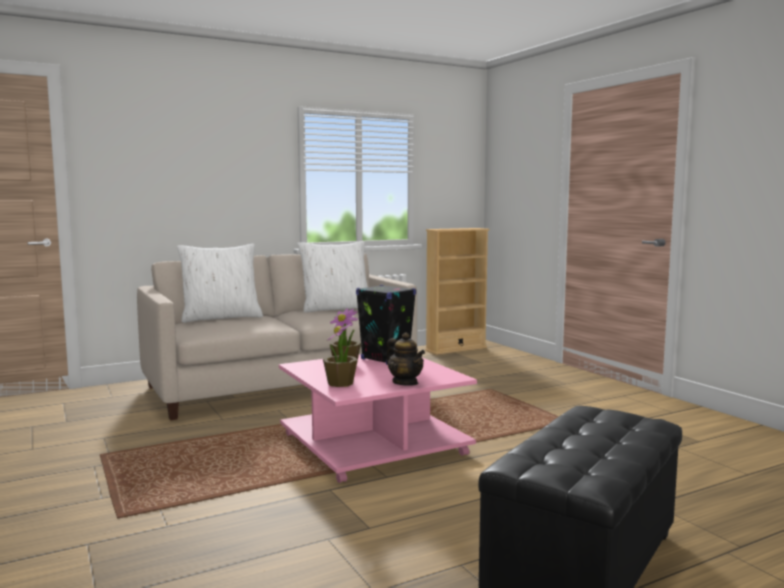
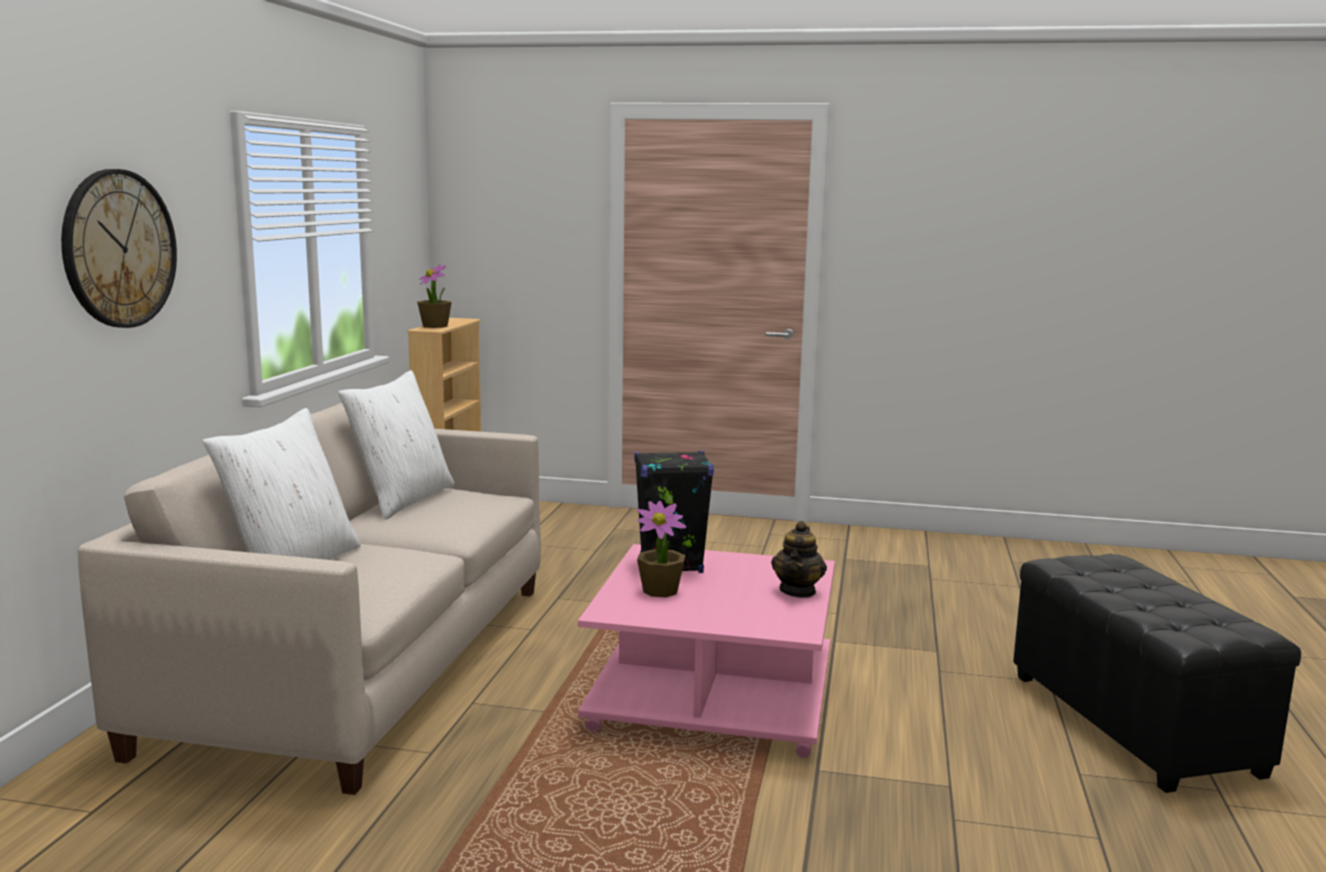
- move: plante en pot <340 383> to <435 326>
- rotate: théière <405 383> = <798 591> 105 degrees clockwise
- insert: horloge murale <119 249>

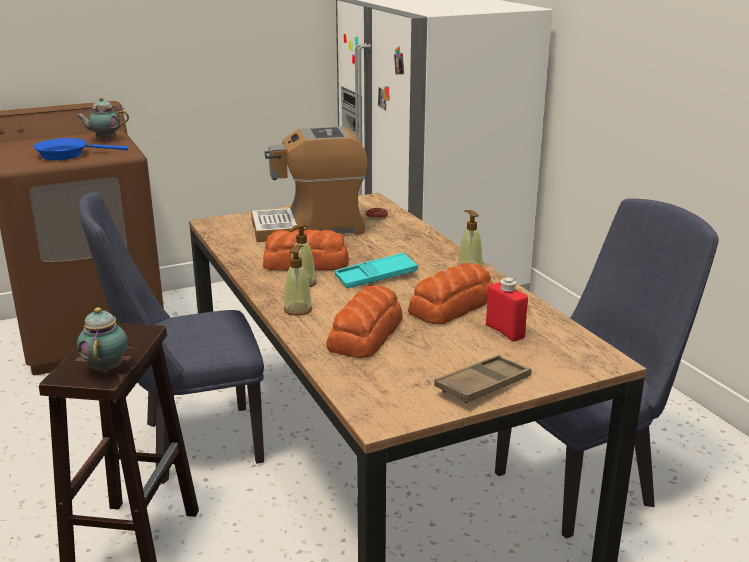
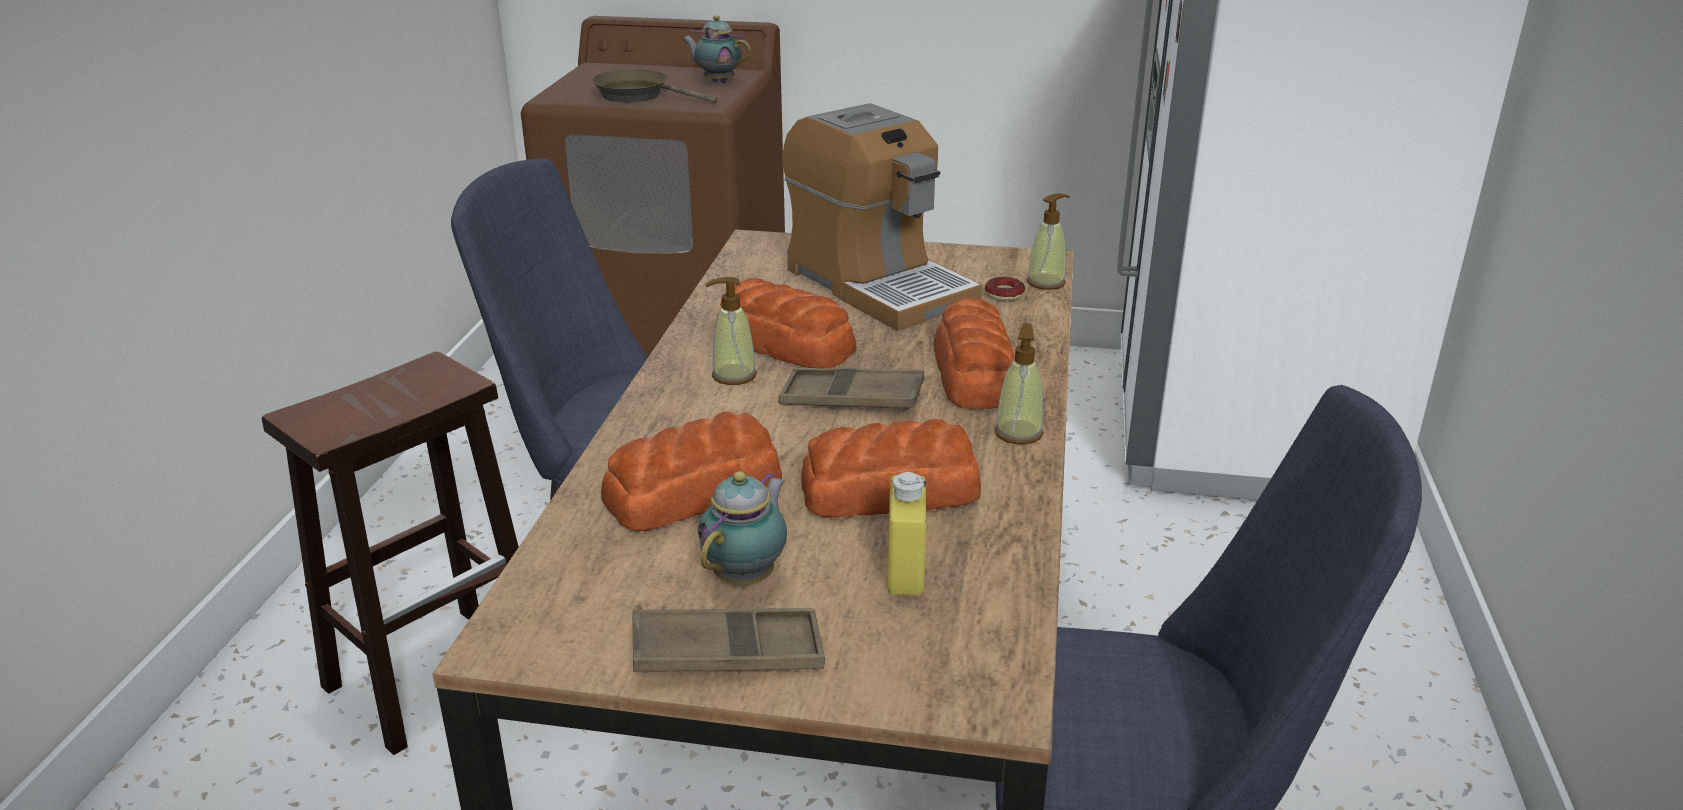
- rotate: machine à café <310 227> = <878 285> 150 degrees counterclockwise
- recolor: poêle (bleu) <67 154> to poêle (marron) <638 95>
- move: distributeur de savon <298 309> to <1046 282>
- recolor: plateau (turquoise) <376 276> to plateau (marron) <852 398>
- recolor: bouteille (rouge) <505 331> to bouteille (jaune) <905 570>
- move: théière <107 368> to <747 576>
- insert: pain <974 374>

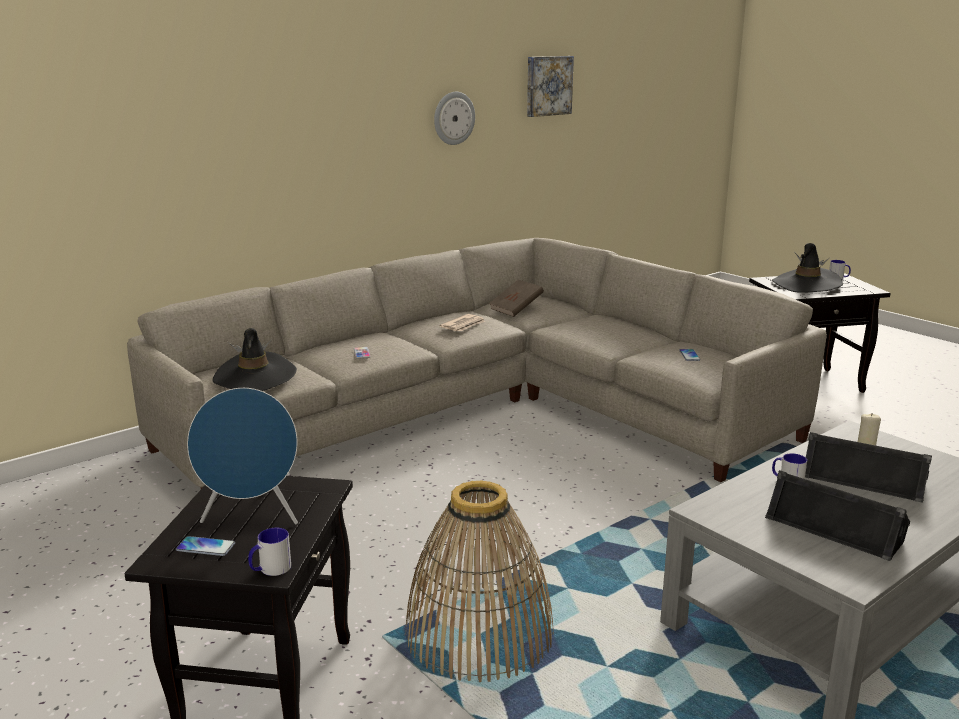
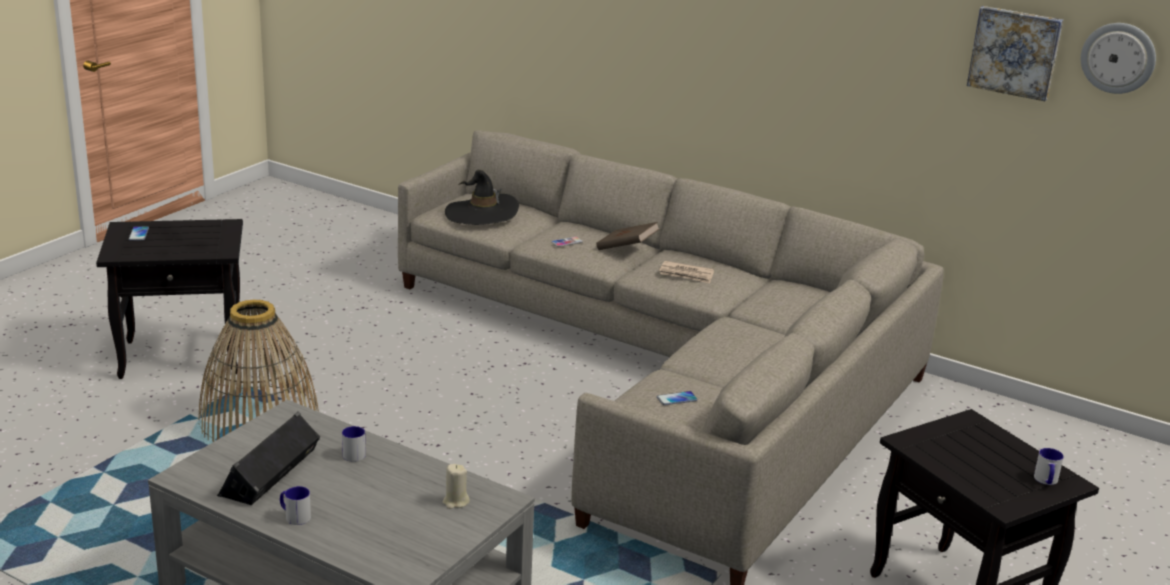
- move: horloge murale <453 118> to <1118 58>
- delete: chapeau (noir) <806 285>
- move: livre (marron) <516 309> to <626 249>
- delete: enceinte (bleu) <252 518>
- delete: enceinte (noir) <863 478>
- move: mug <270 569> to <294 516>

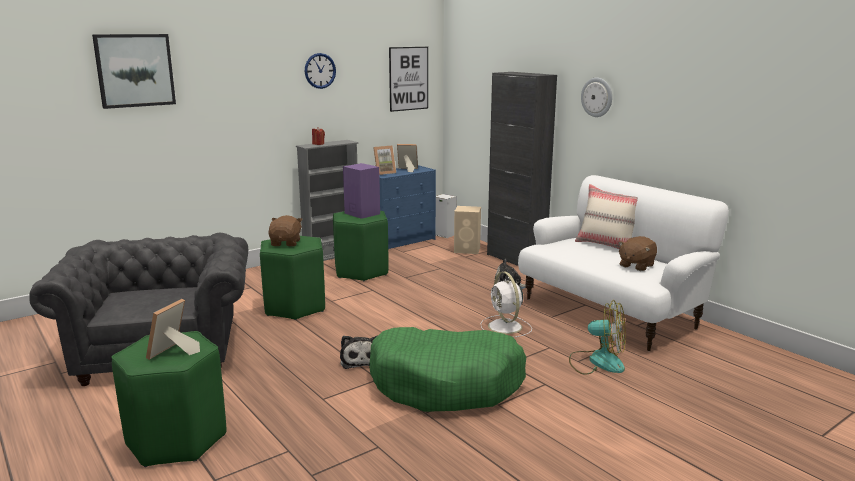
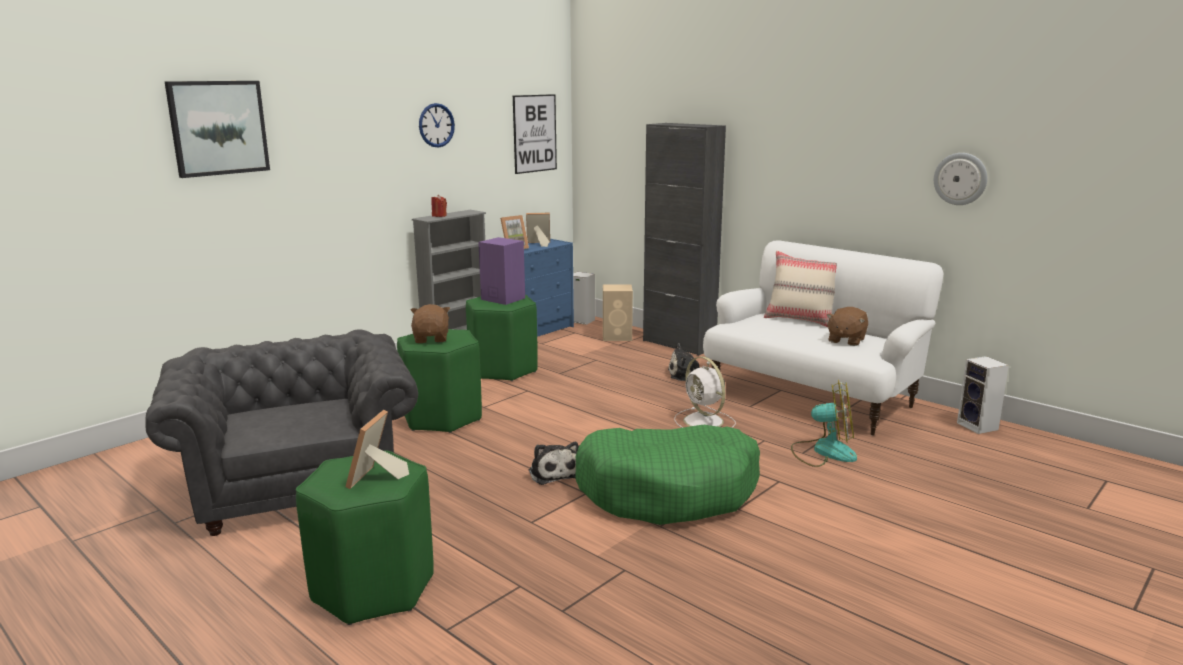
- move: horloge murale <597 97> to <960 179>
- insert: enceinte <979 427>

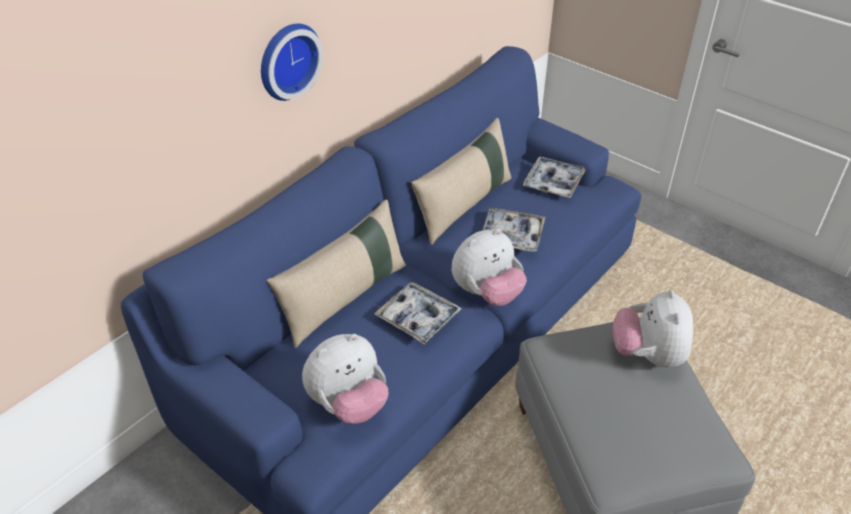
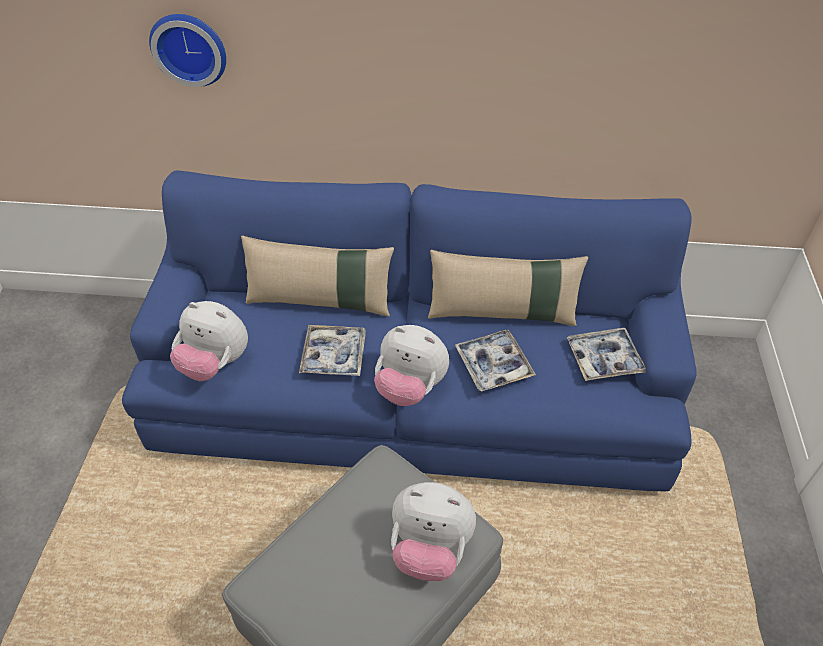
- move: horloge murale <286 60> to <190 47>
- rotate: peluche <647 355> = <430 549> 135 degrees counterclockwise

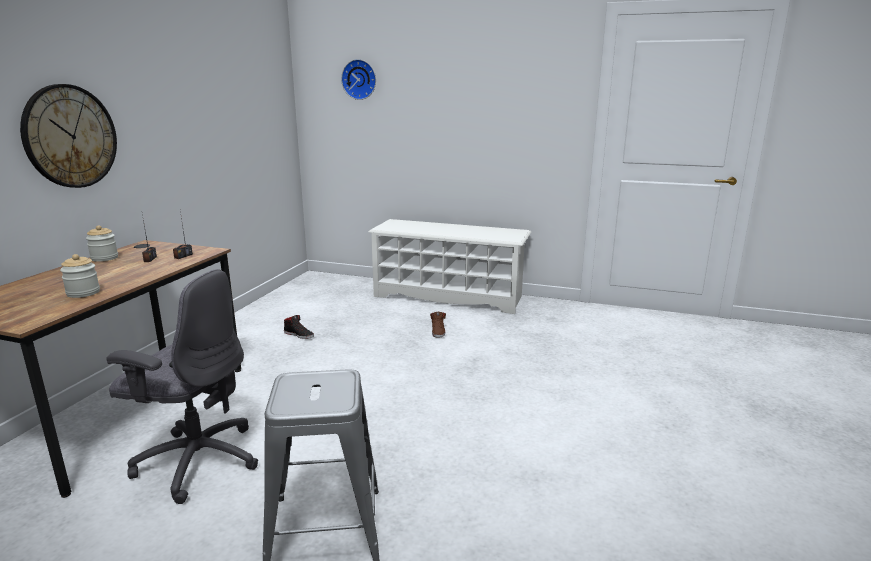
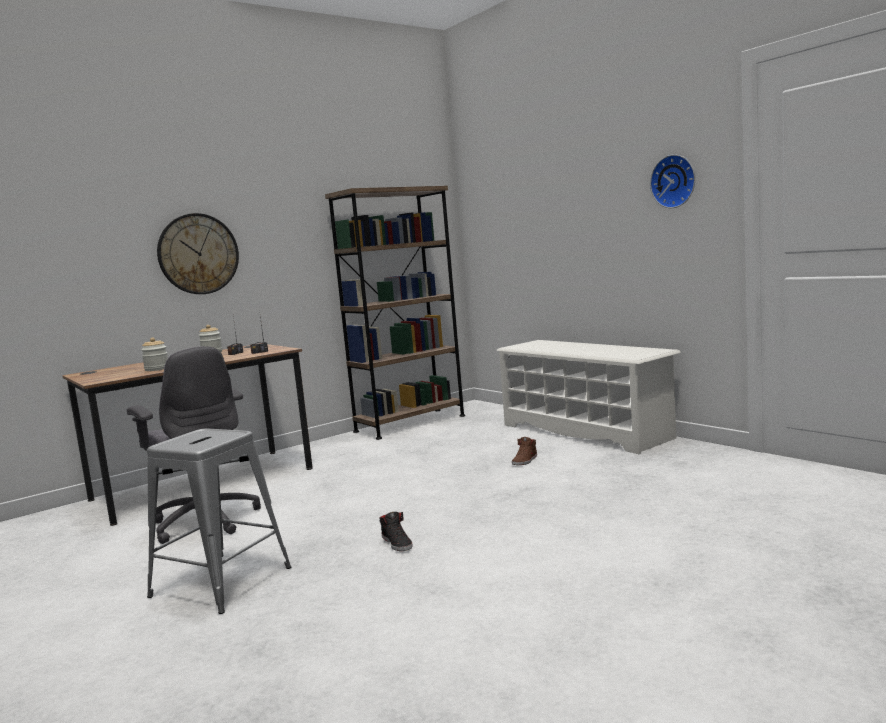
- move: horloge murale <360 79> to <674 181>
- move: chaussure (noir) <299 334> to <397 543>
- insert: bibliothèque (marron) <410 423>

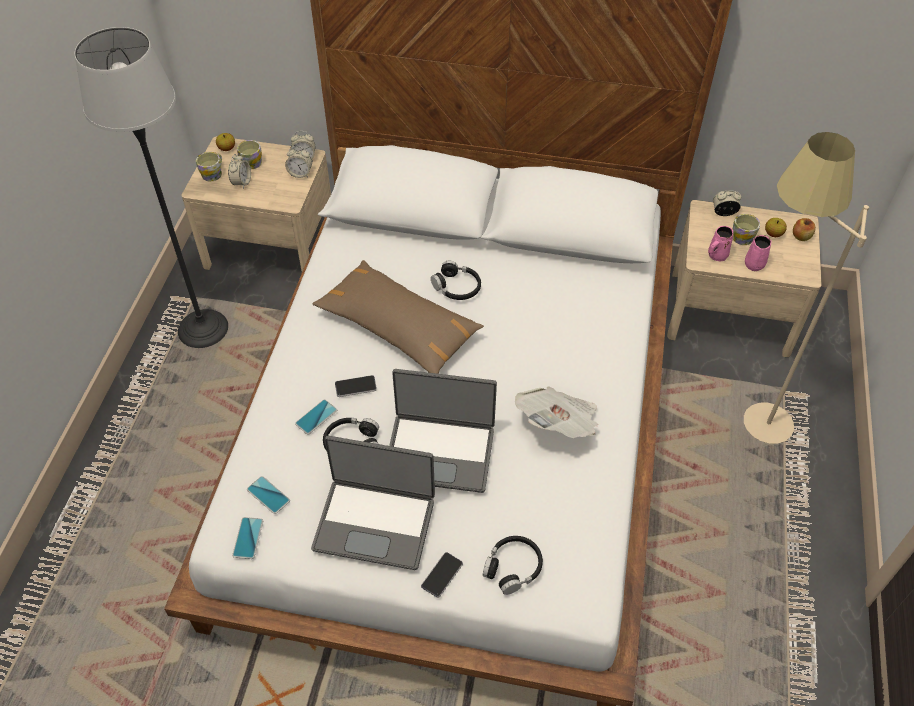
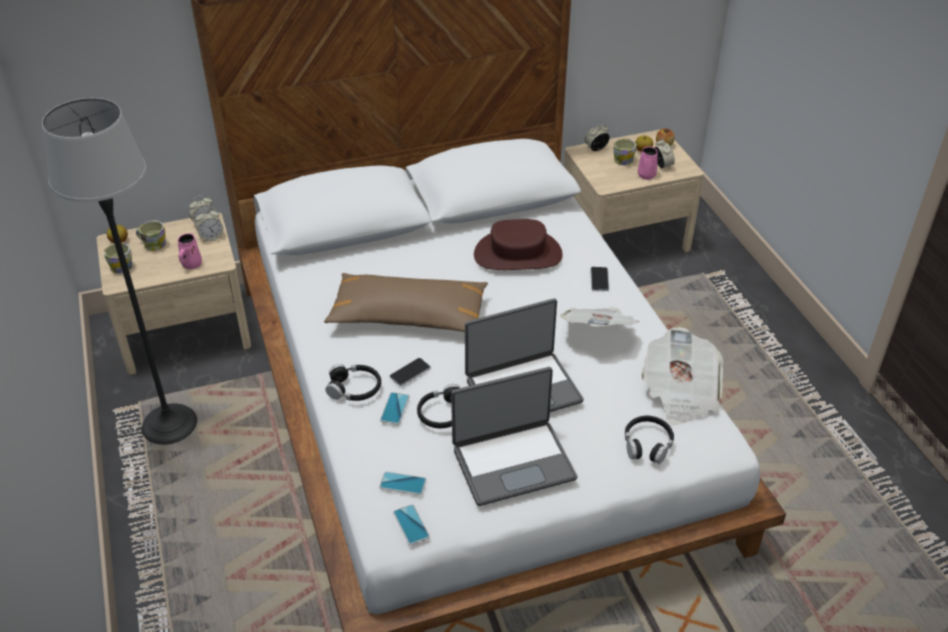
- delete: lampadaire (beige) <745 423>
- move: réveil <242 182> to <662 166>
- move: mug (rose) <716 255> to <191 264>
- move: casque audio (noir) <457 287> to <354 389>
- move: téléphone <442 575> to <599 279>
- insert: chapeau (marron) <517 255>
- insert: journal <680 393>

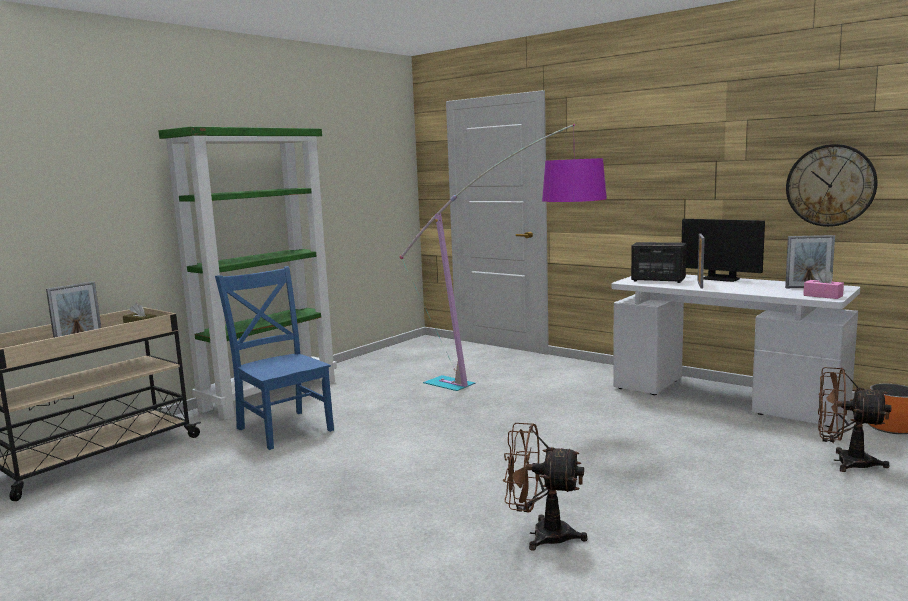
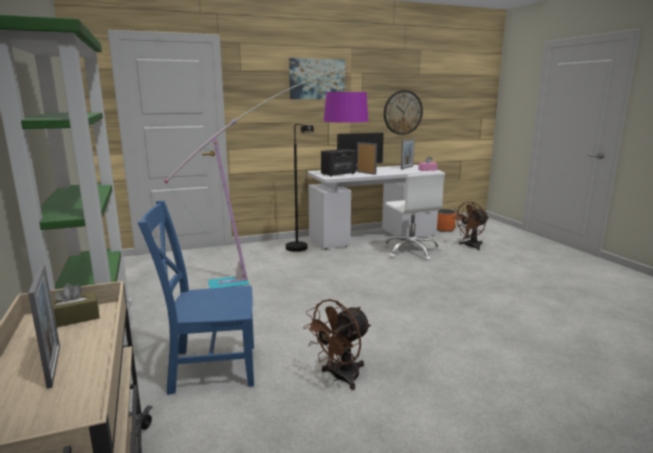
- move: ventilateur (marron) <541 535> to <340 378>
- insert: tableau <317 79>
- insert: lampadaire (noir) <299 250>
- insert: chaise de bureau (blanc) <411 251>

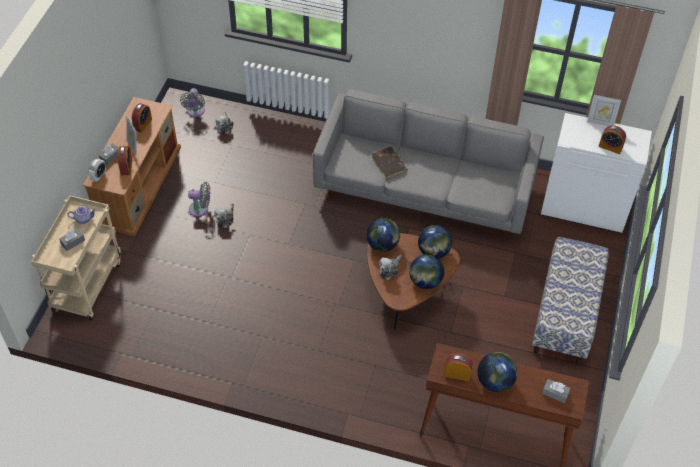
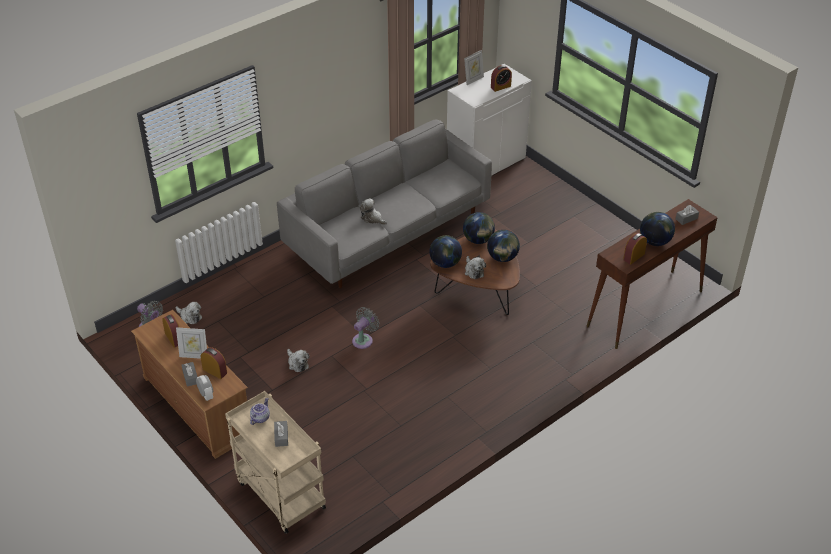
- replace: livre (marron) <389 164> to peluche <372 218>
- move: ventilateur (gris) <200 209> to <364 340>
- delete: banc <565 315>

